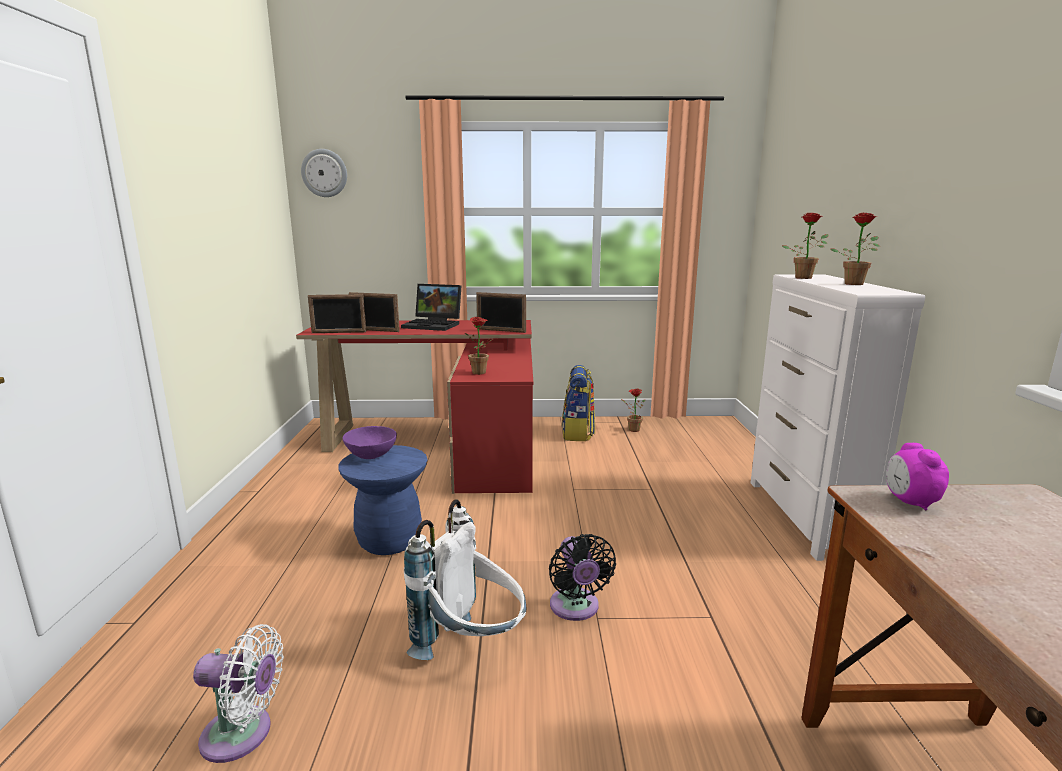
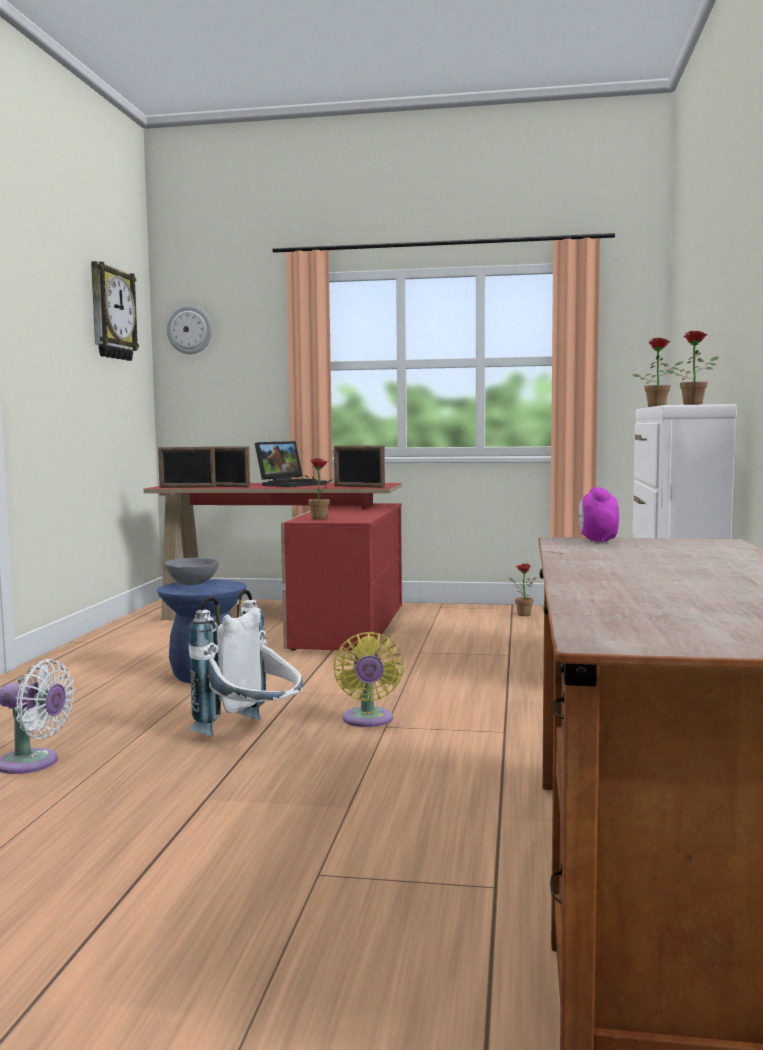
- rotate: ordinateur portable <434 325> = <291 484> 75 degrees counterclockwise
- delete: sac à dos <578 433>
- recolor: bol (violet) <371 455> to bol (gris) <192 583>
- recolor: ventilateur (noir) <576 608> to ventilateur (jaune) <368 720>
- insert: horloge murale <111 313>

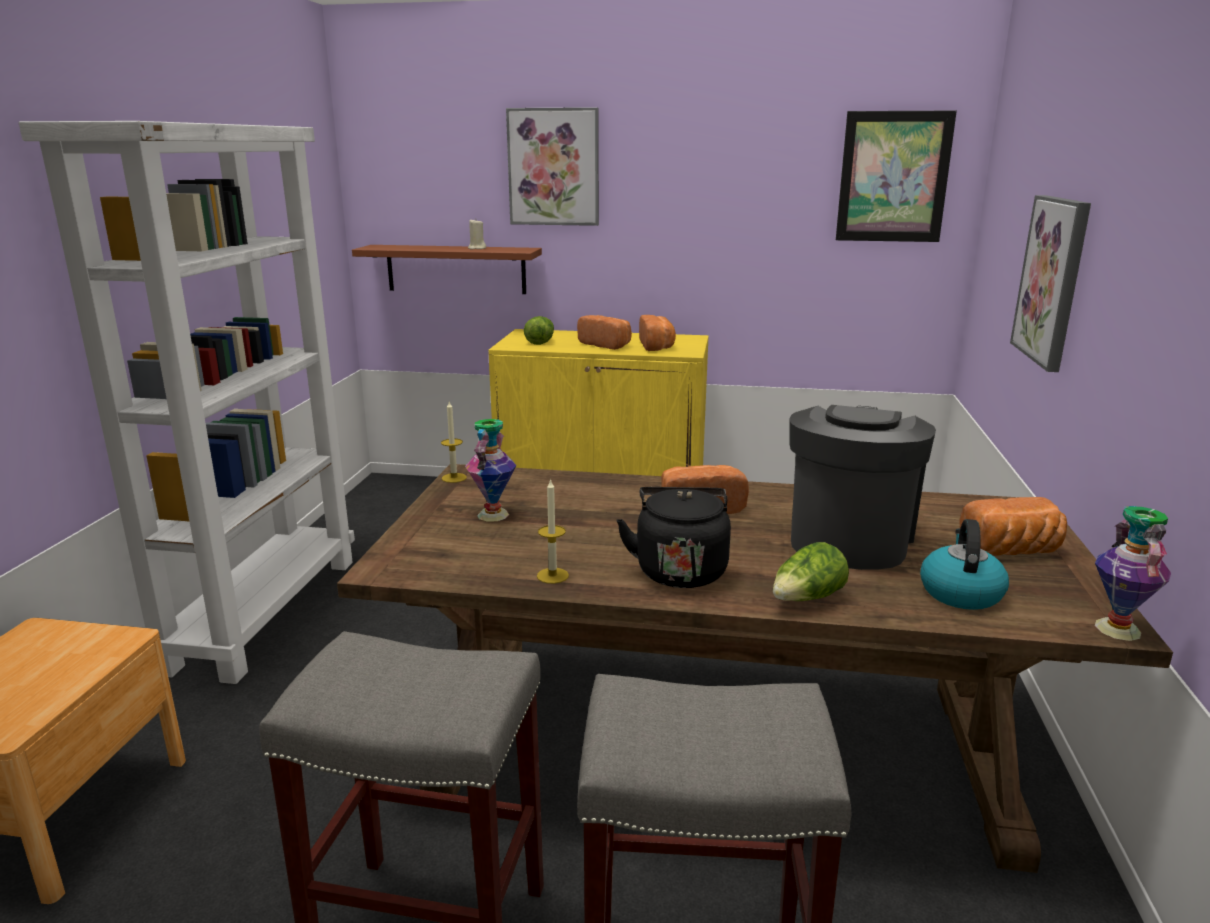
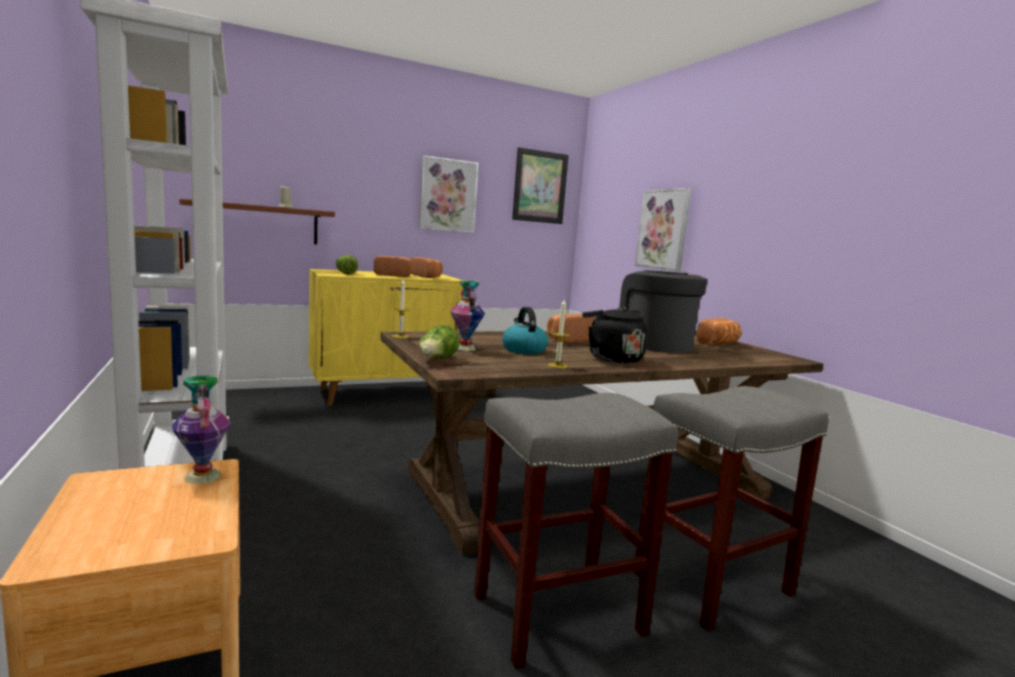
- move: tableau <554 167> to <448 195>
- move: vase <1116 629> to <201 476>
- move: bouilloire <960 592> to <523 350>
- move: laitue <807 599> to <437 360>

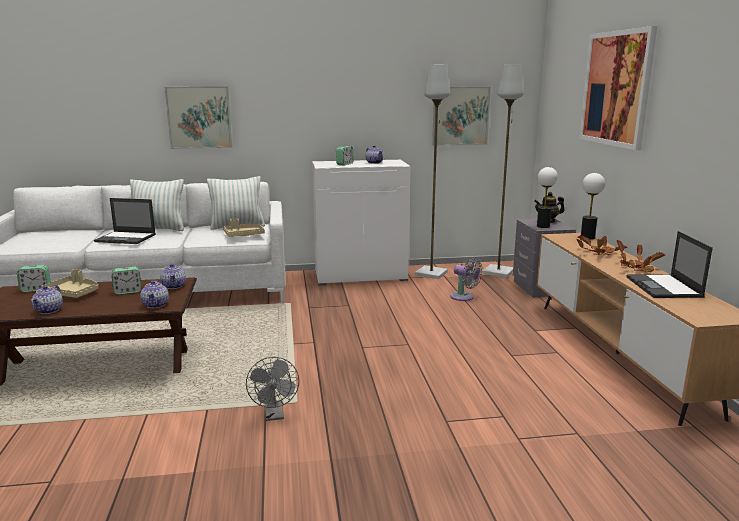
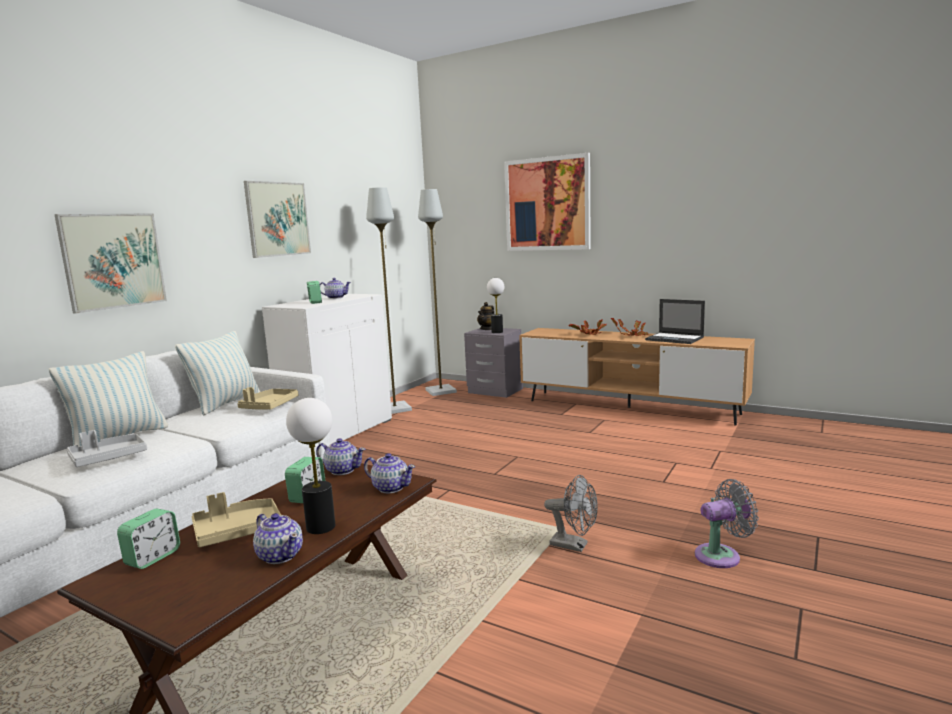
- move: tableau <460 116> to <277 219>
- move: lampe de table <587 237> to <320 527>
- replace: ordinateur portable <126 238> to plateau (gris) <108 458>
- move: ventilateur (gris) <464 297> to <721 555>

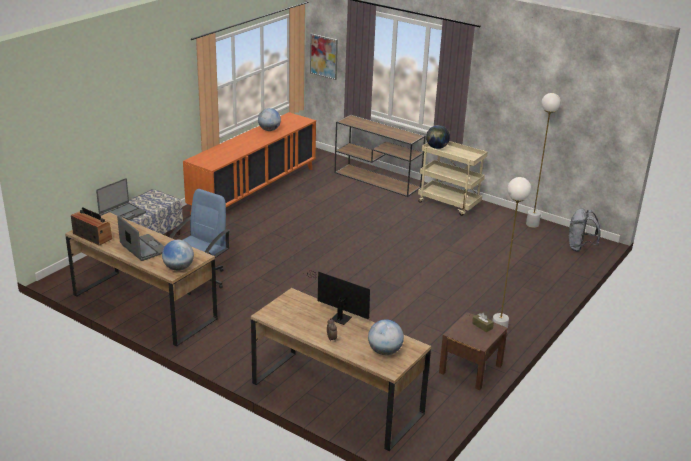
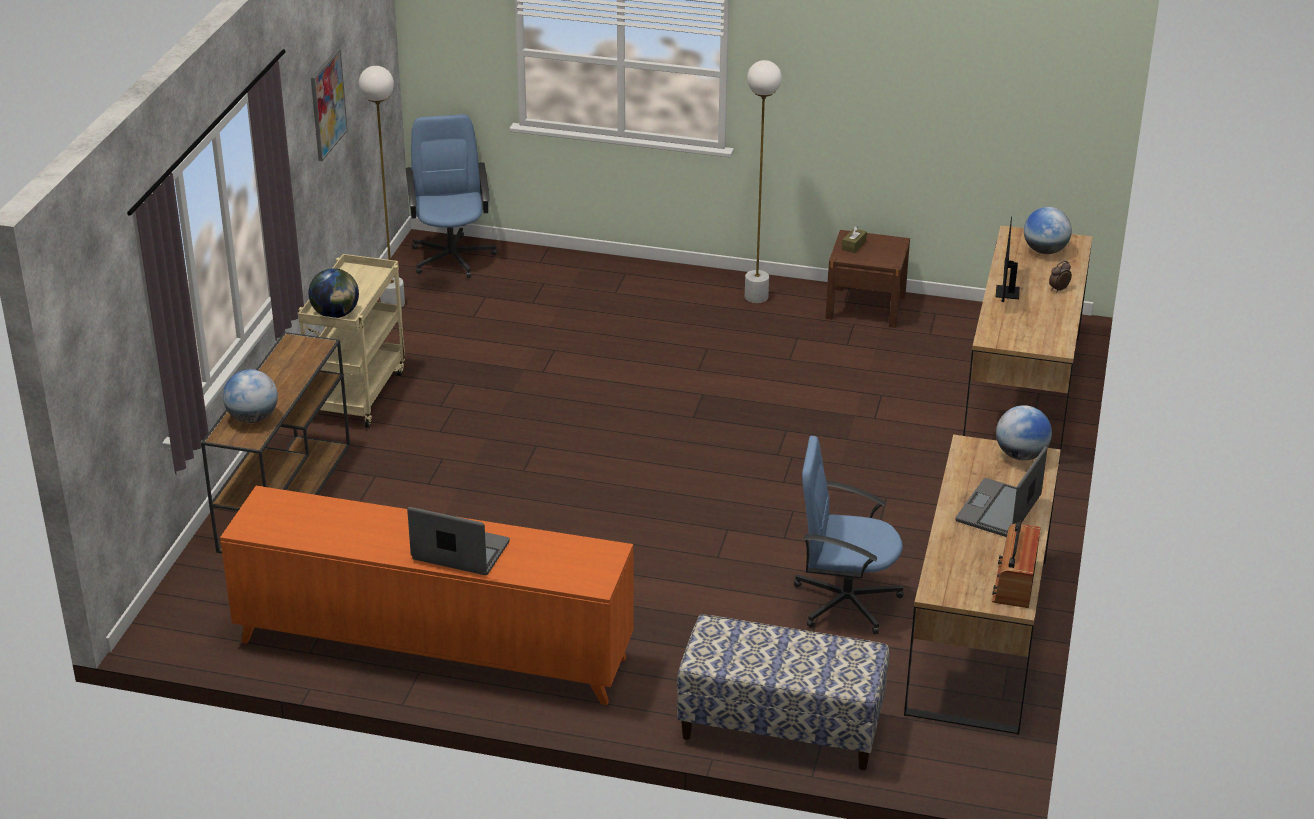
- move: tableau <324 56> to <327 104>
- move: globe <269 130> to <253 418>
- move: ordinateur portable <122 214> to <460 552>
- replace: sac à dos (gris) <580 247> to chaise de bureau (bleu) <452 257>

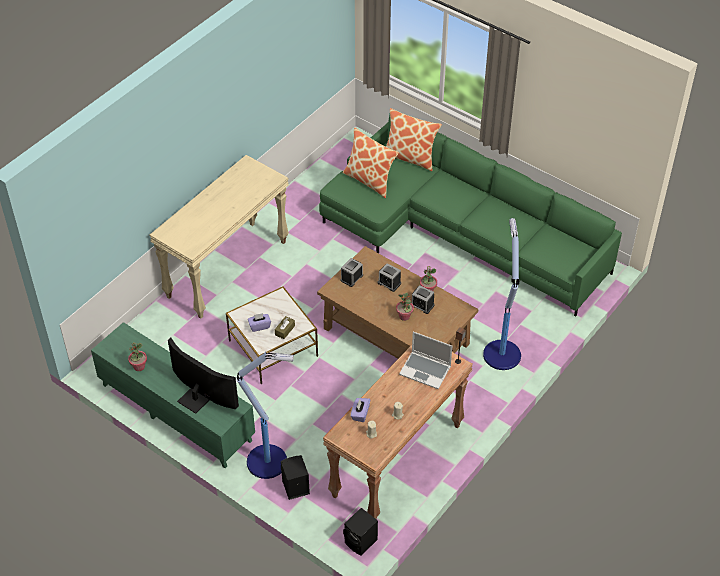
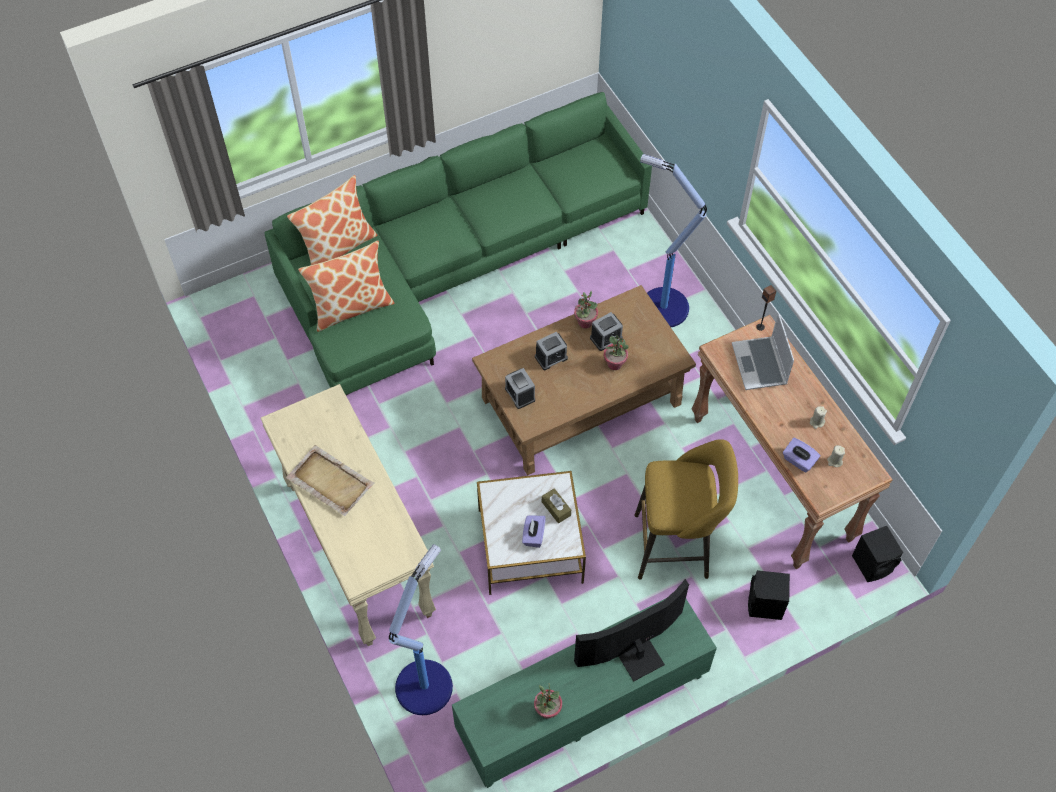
- rotate: ordinateur portable <426 370> = <760 365> 120 degrees clockwise
- move: lampadaire <268 461> to <425 685>
- insert: tabouret (jaune) <677 546>
- insert: plateau (beige) <329 481>

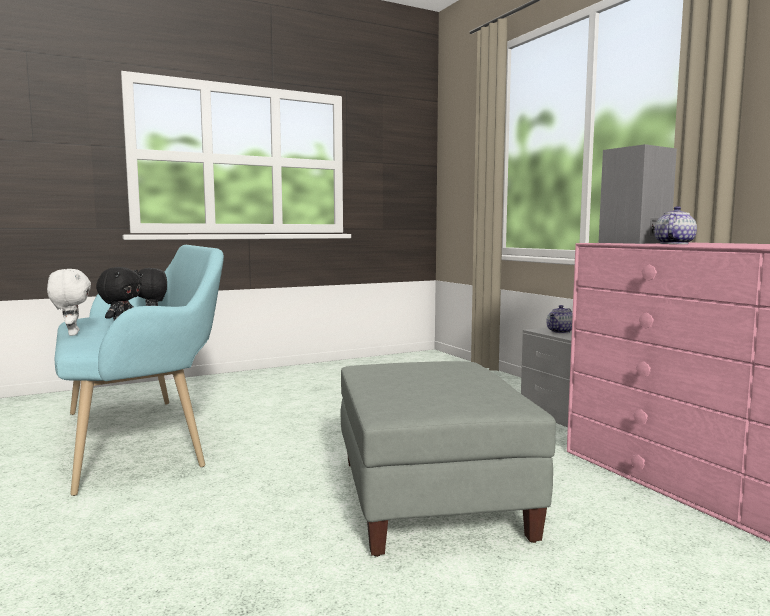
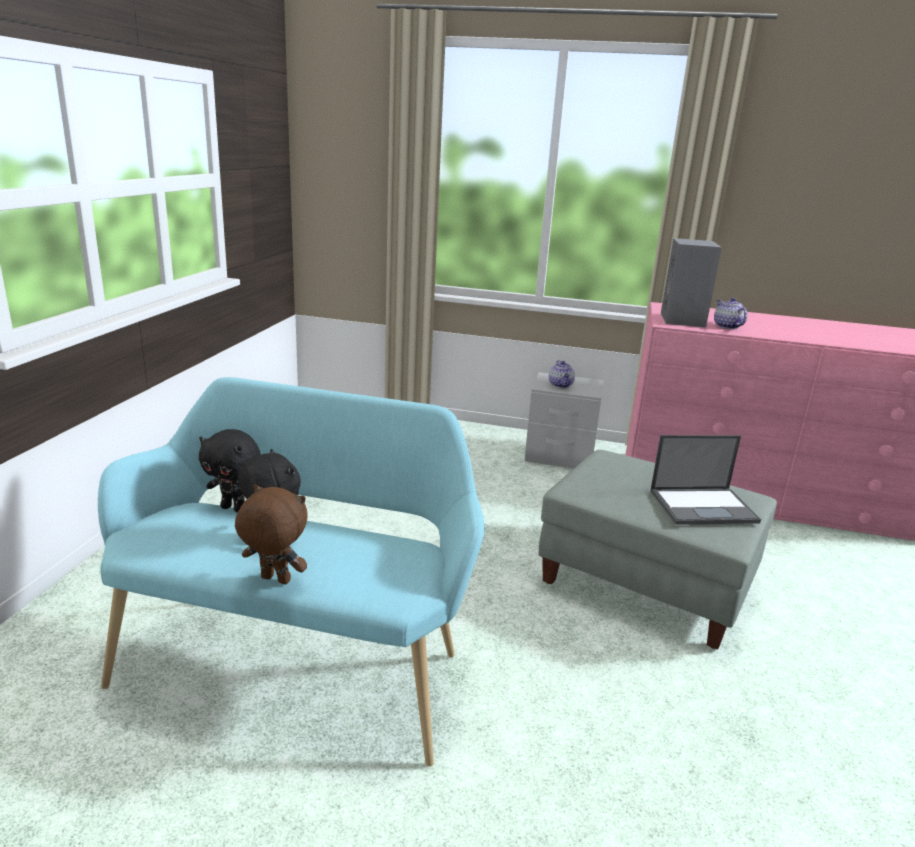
- recolor: peluche (blanc) <72 334> to peluche (marron) <274 580>
- insert: ordinateur portable <704 506>

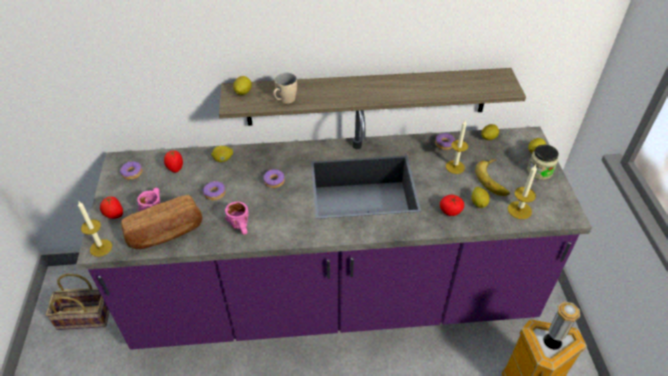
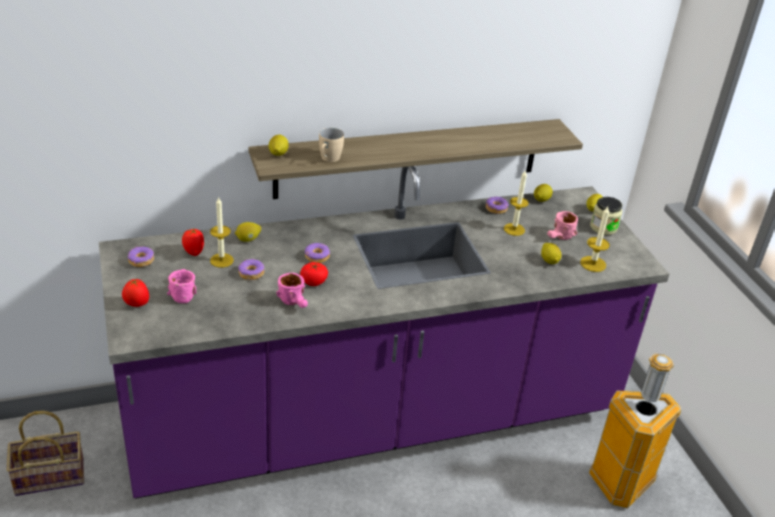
- replace: banane <495 179> to mug (rose) <559 238>
- delete: pain <166 233>
- move: tomate <450 210> to <313 281>
- move: bougie <101 248> to <221 260>

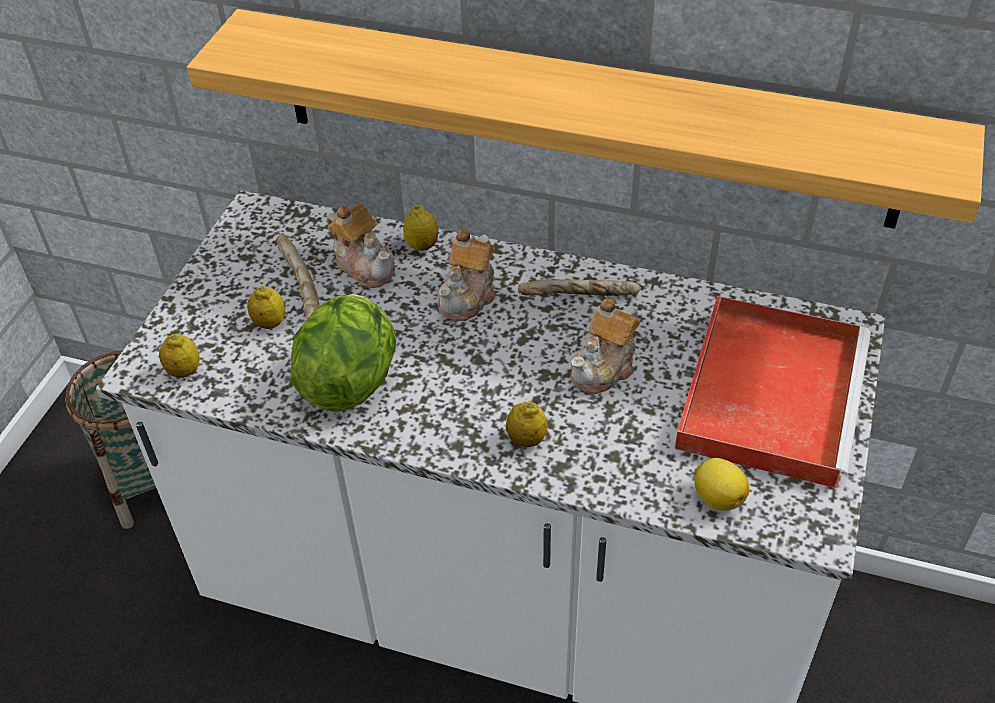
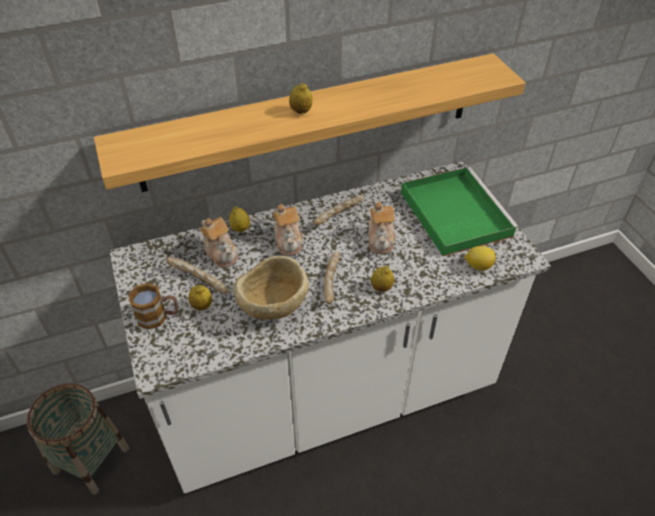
- rotate: théière <364 265> = <221 252> 45 degrees clockwise
- replace: laitue <350 379> to bol (beige) <273 309>
- recolor: plateau (rouge) <770 391> to plateau (vert) <453 212>
- move: citron <184 371> to <301 111>
- insert: pain <333 282>
- insert: mug <158 317>

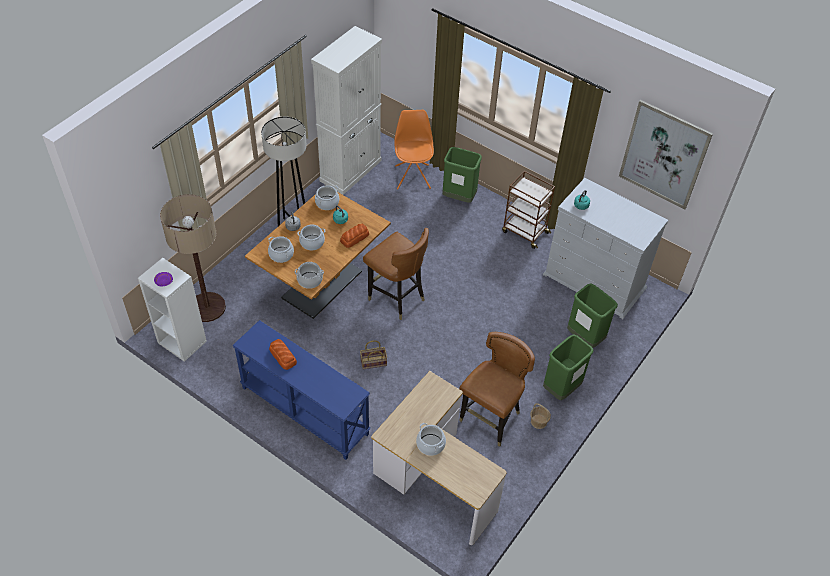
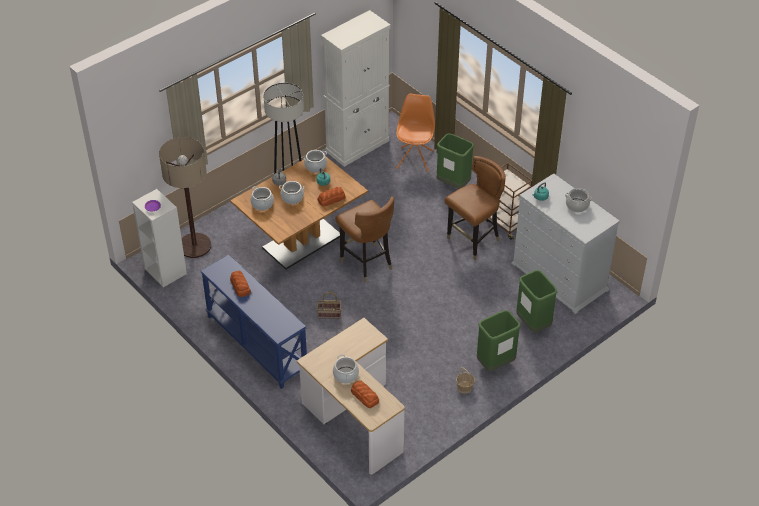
- delete: tableau <664 155>
- move: marmite <309 280> to <577 205>
- move: chaise (marron) <491 420> to <473 241>
- insert: pain <364 396>

